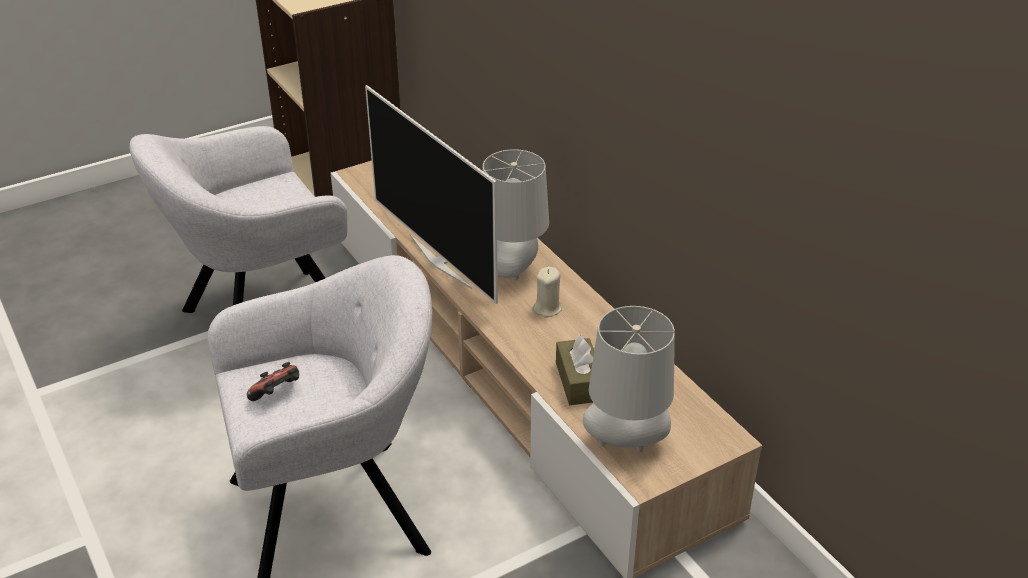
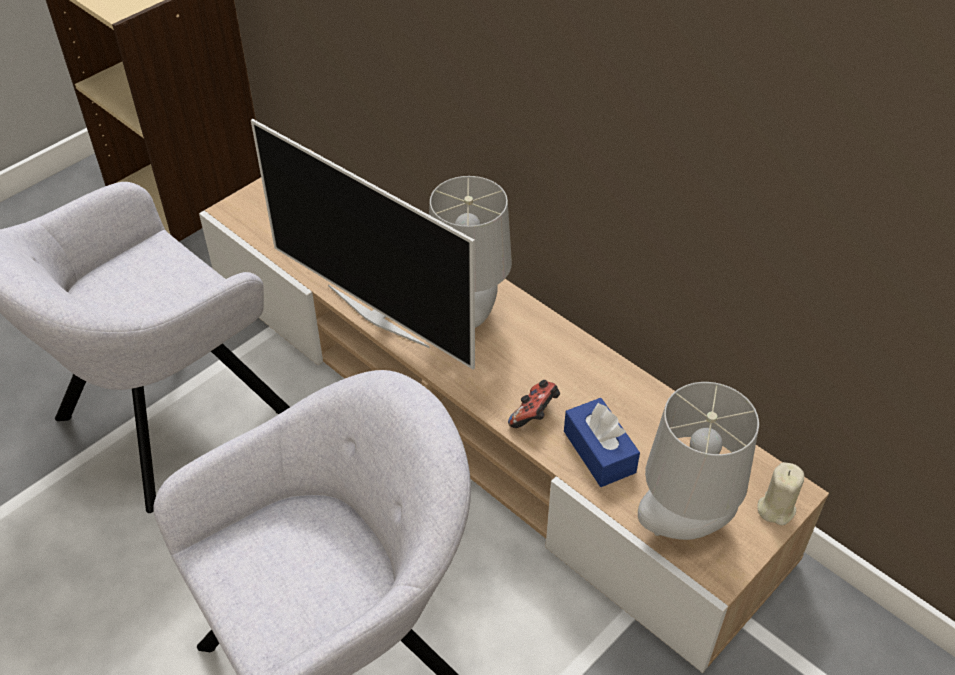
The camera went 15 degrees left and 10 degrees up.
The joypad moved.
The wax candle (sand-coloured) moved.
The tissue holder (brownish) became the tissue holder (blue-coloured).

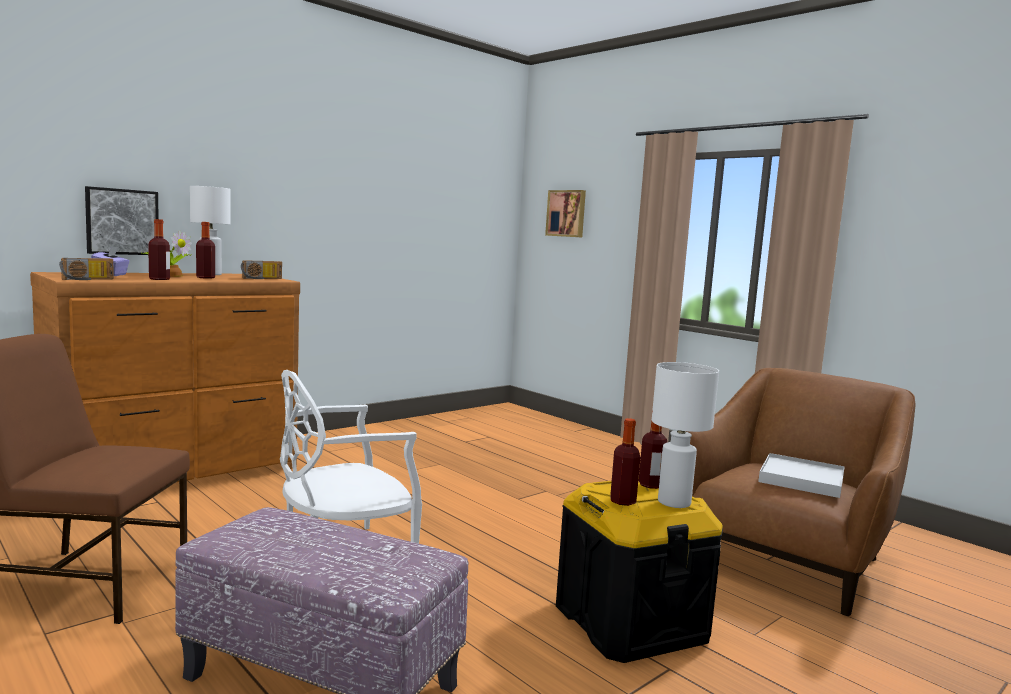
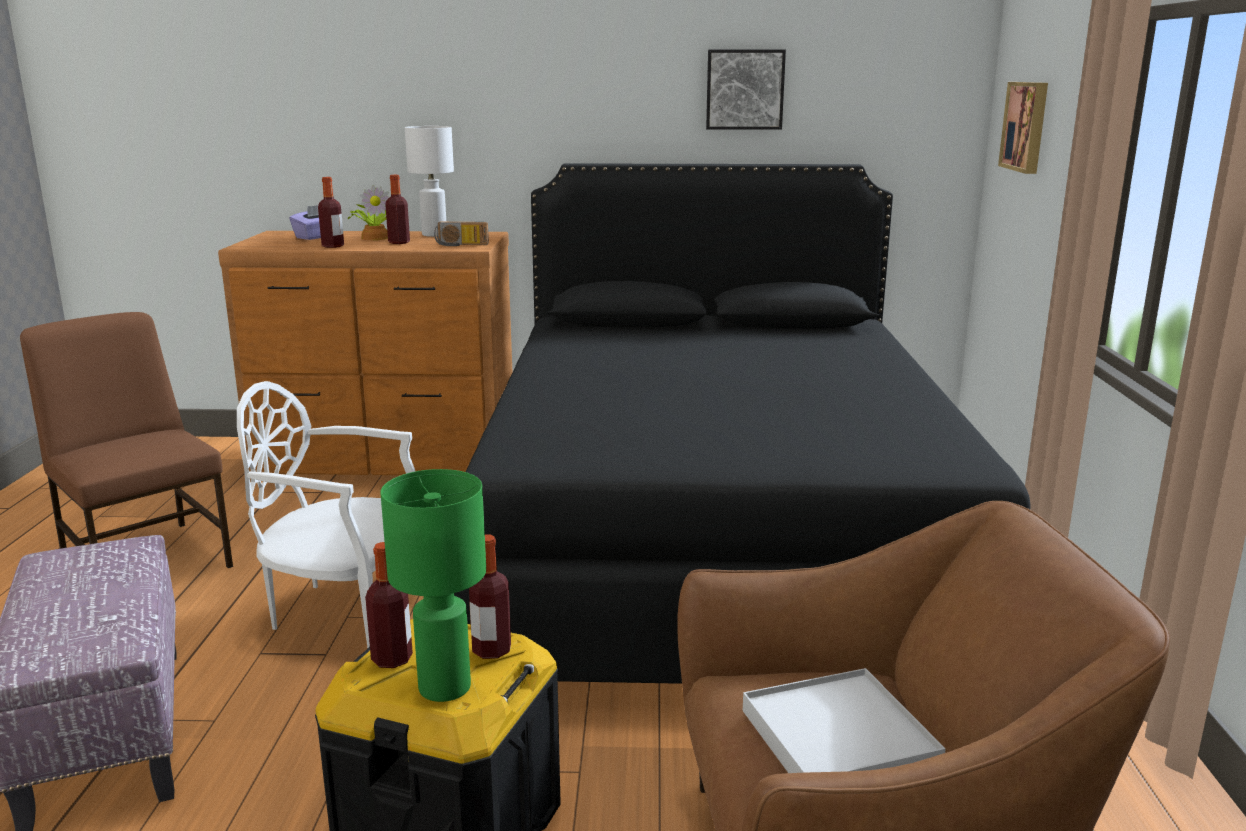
The camera went 45 degrees right and 10 degrees up.
The radio (1st from left) disappeared.
The sleeping bed (black-coloured) appeared.
The wall art (1st from left) moved.
The tabletop lamp (white-coloured) (2nd from left) became the tabletop lamp (green).

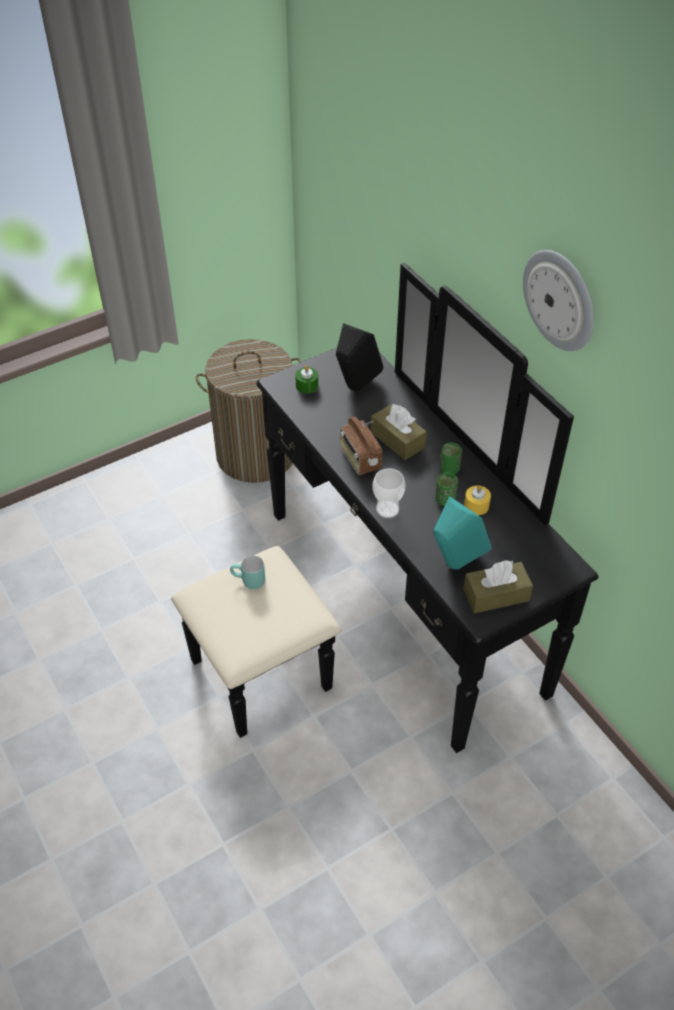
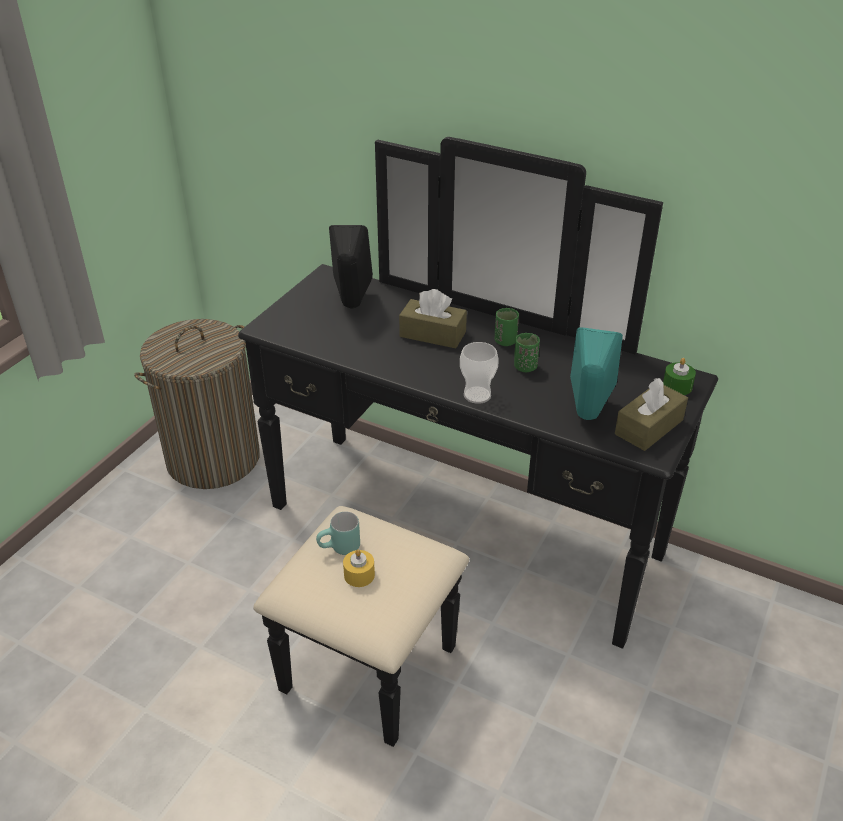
The camera went 30 degrees left and 10 degrees down.
The radio disappeared.
The wall clock disappeared.
The wax candle (green) moved.
The wax candle (yellowish) moved.

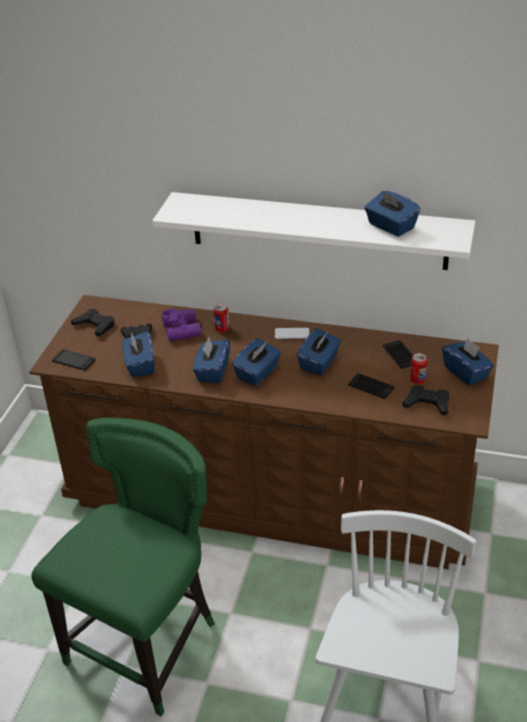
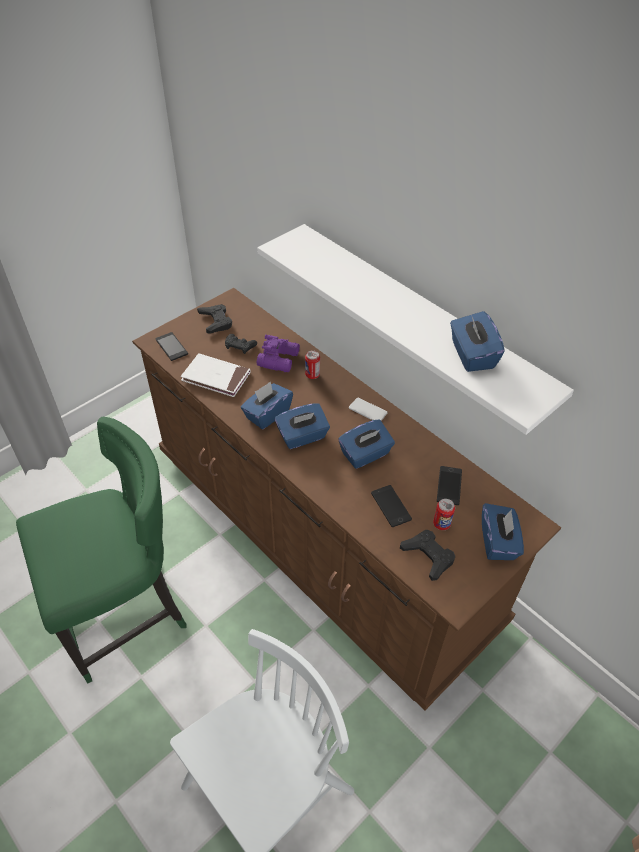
The camera went 30 degrees right and 10 degrees up.
The tissue holder (blue-coloured) (1st from left) was replaced by the volume (white-coloured).

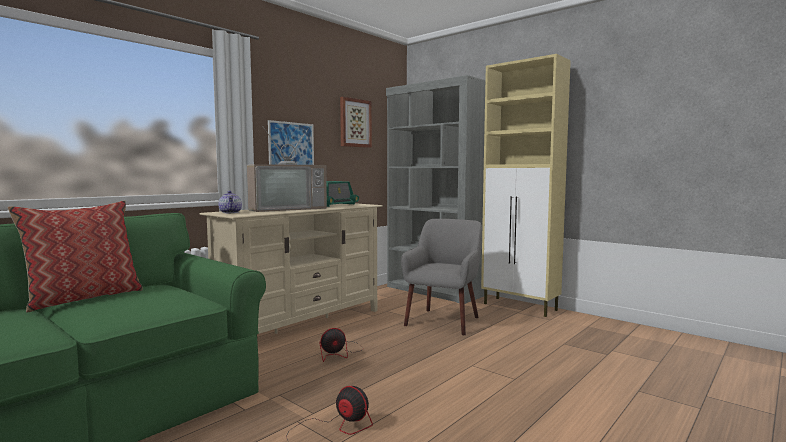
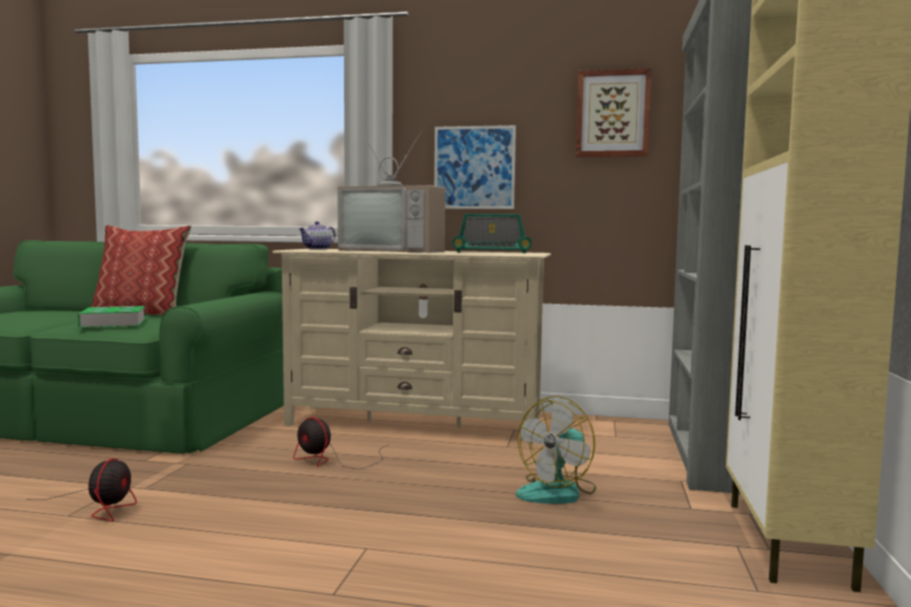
The camera went 60 degrees right and 0 degrees up.
The volume appeared.
The lounge chair (grey) was replaced by the electric fan (3rd from left).

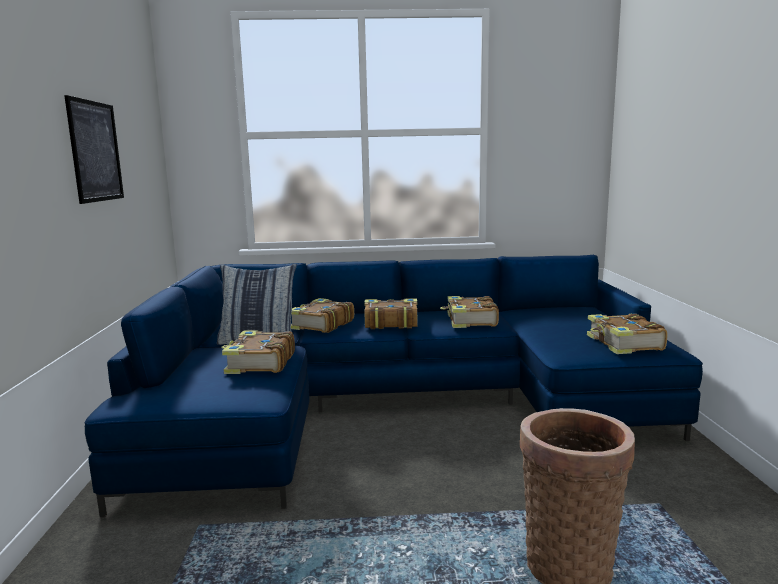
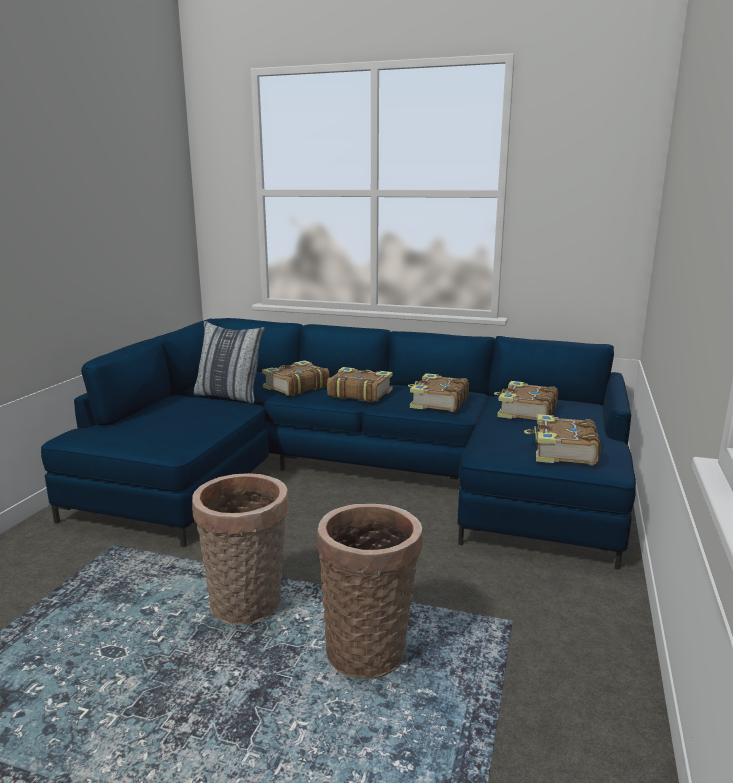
The camera went 20 degrees right and 5 degrees up.
The wall art disappeared.
The household basket (1st from left) appeared.
The volume (1st from left in the first image) moved.

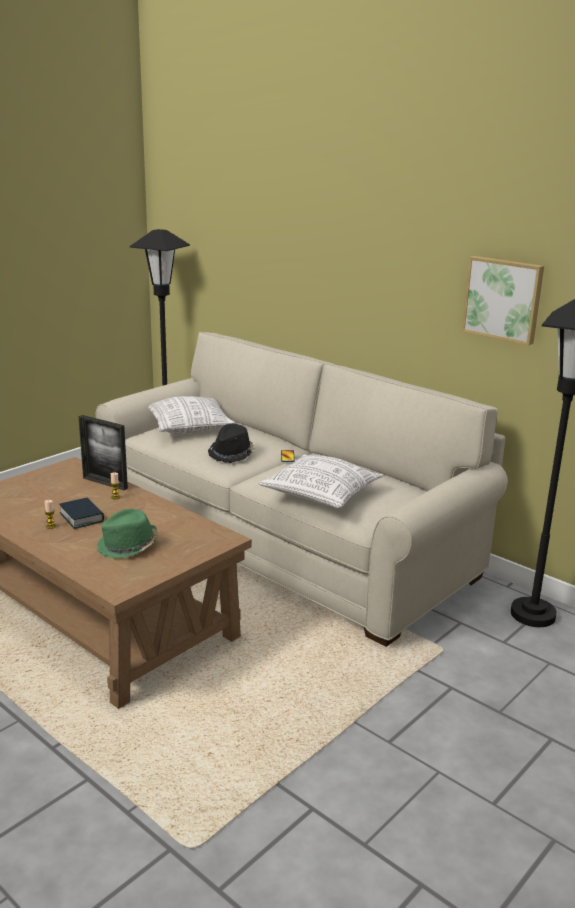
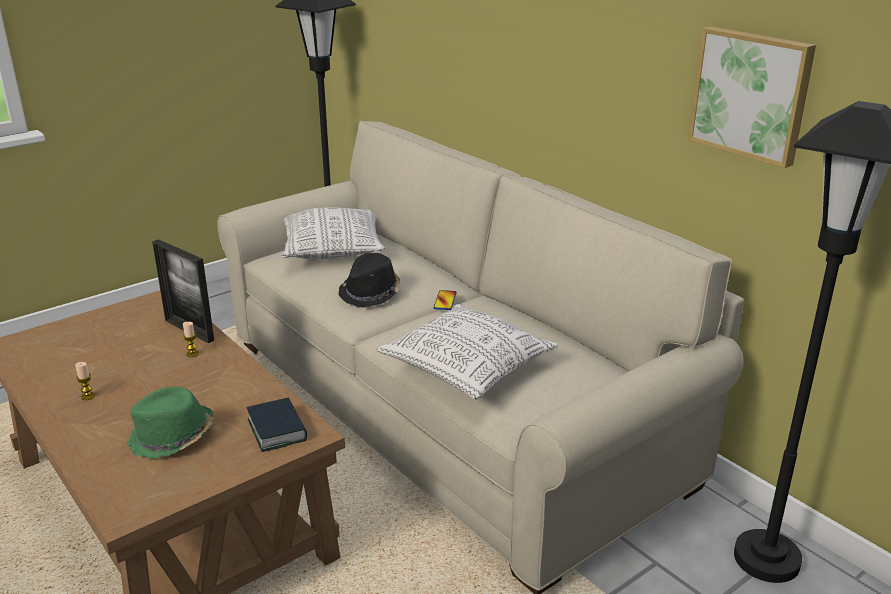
The camera went 10 degrees right and 5 degrees up.
The volume moved.

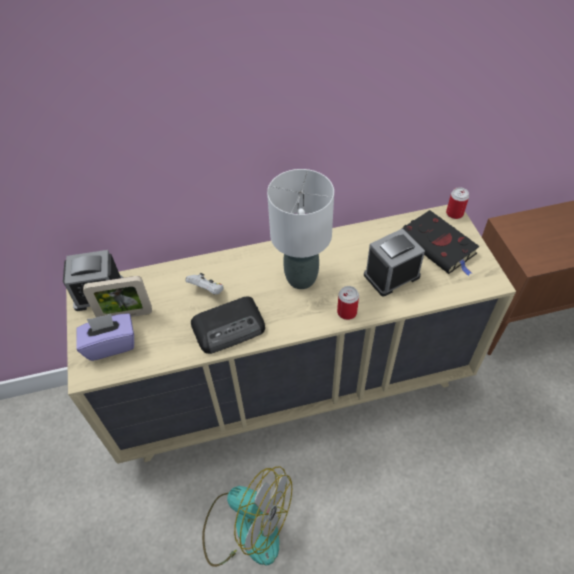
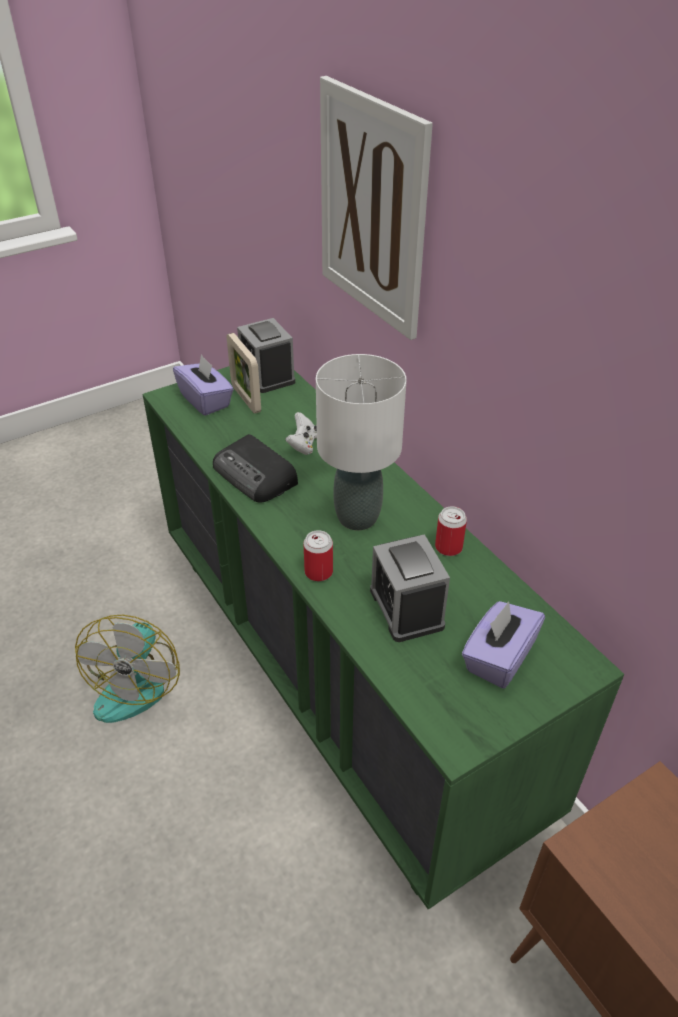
The camera went 70 degrees right and 10 degrees down.
The wall art appeared.
The sealed can (2nd from left) moved.
The volume (black-coloured) was replaced by the tissue holder (purple) (2nd from left).
The drawer chest (sand-coloured) became the drawer chest (green).
The bedside clock (2nd from left) turned 150 degrees counterclockwise.

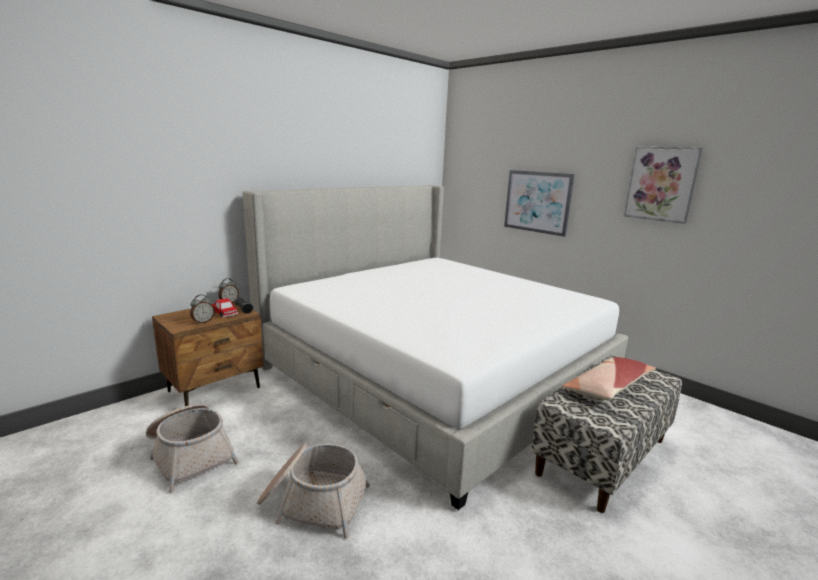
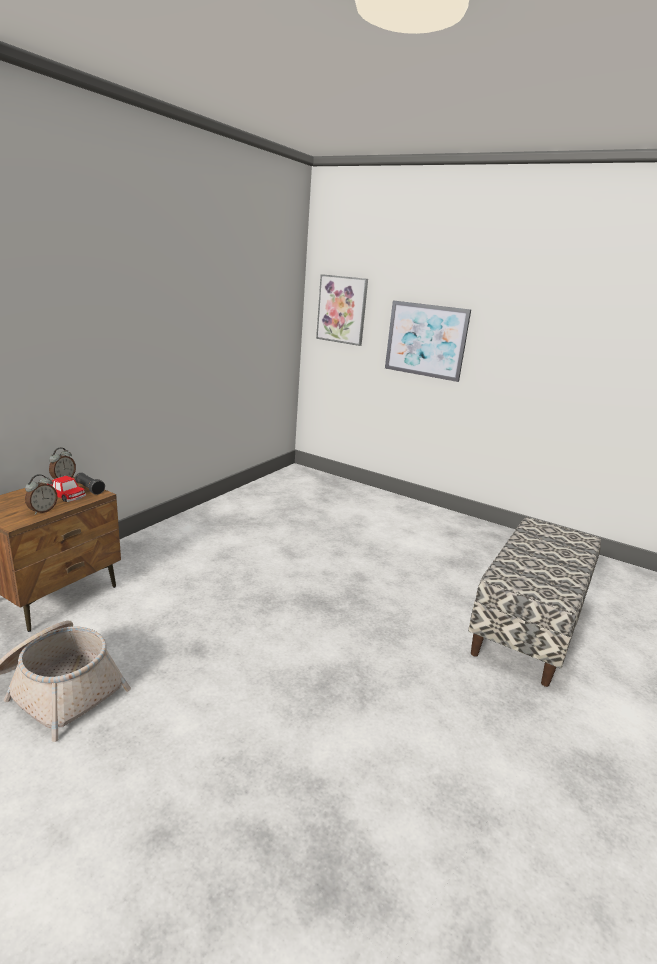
The camera went 15 degrees left and 5 degrees up.
The sleeping bed disappeared.
The household basket (2nd from left) disappeared.
The pillow disappeared.
The wall art (2nd from left in the first image) moved.

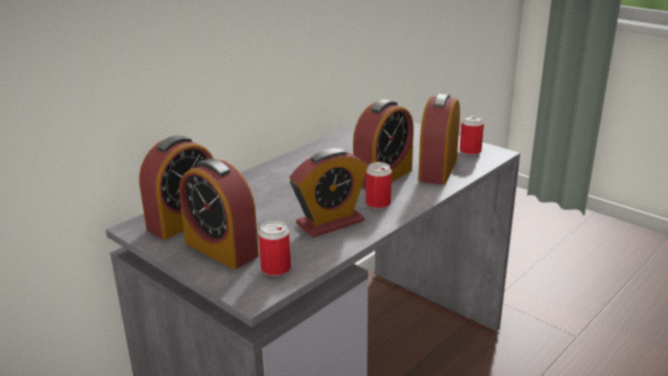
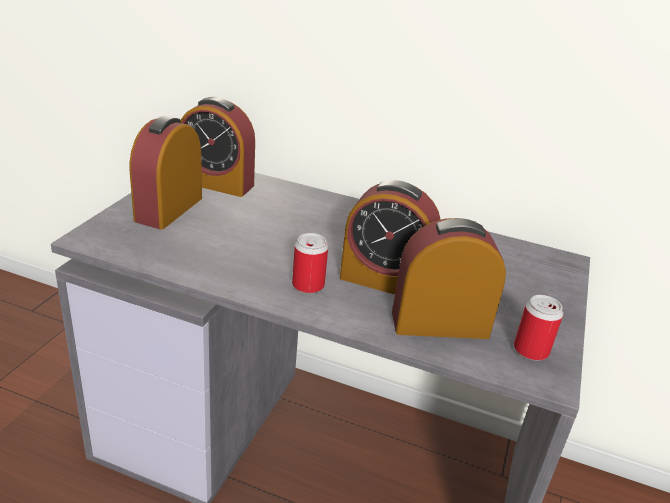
The camera went 65 degrees right and 5 degrees up.
The sealed can (1st from left) disappeared.
The bedside clock (3rd from left) disappeared.

